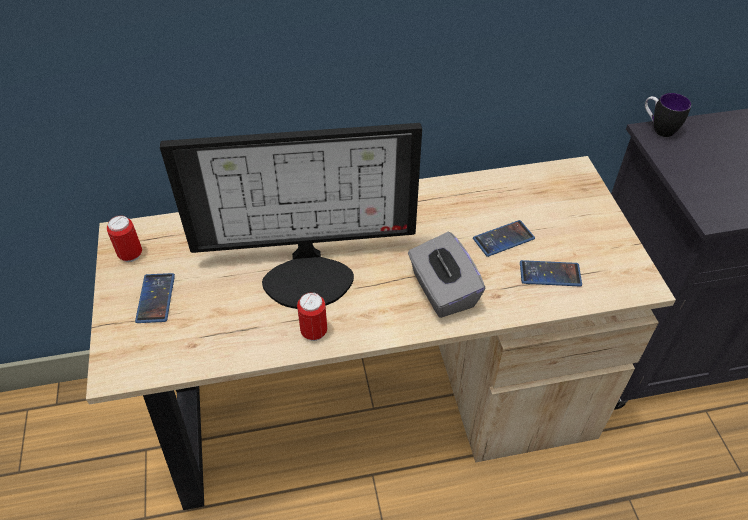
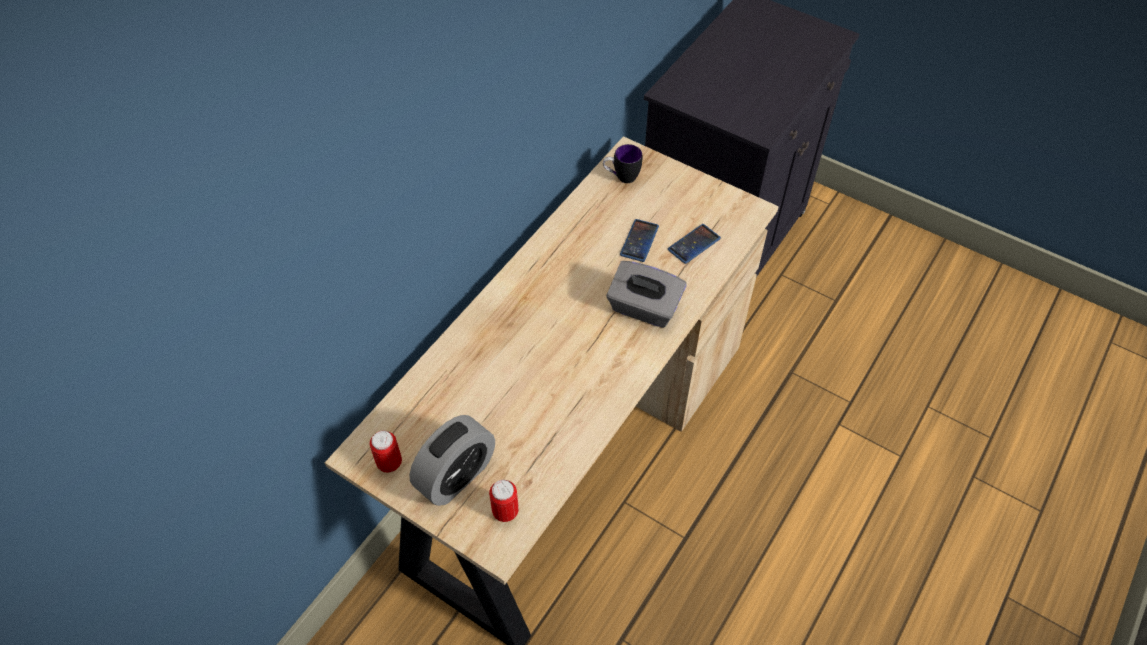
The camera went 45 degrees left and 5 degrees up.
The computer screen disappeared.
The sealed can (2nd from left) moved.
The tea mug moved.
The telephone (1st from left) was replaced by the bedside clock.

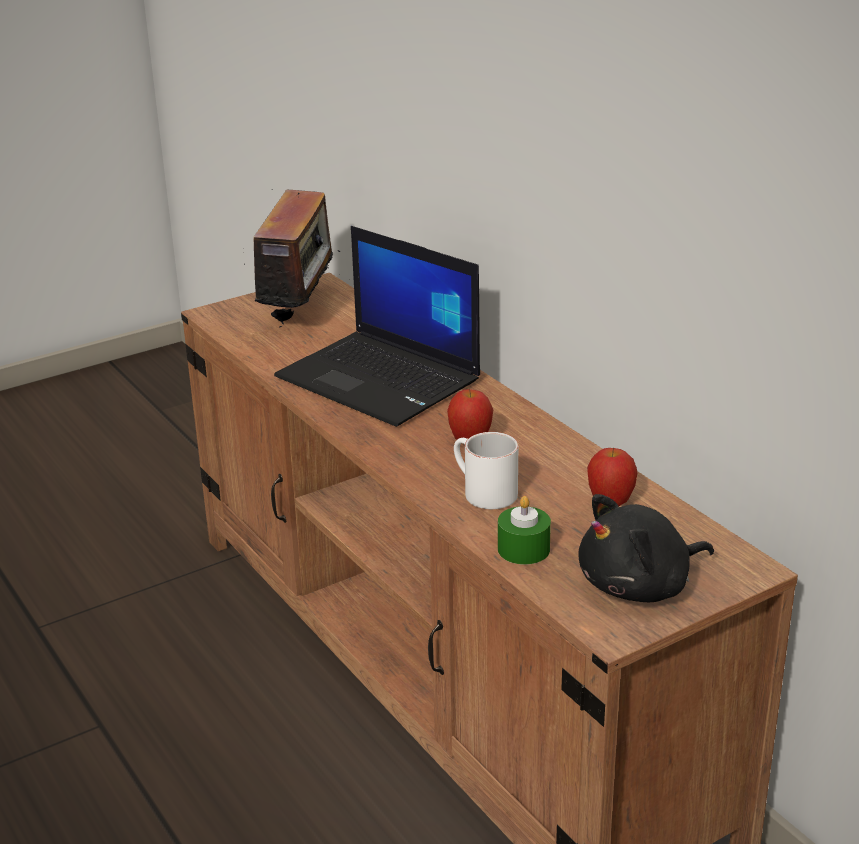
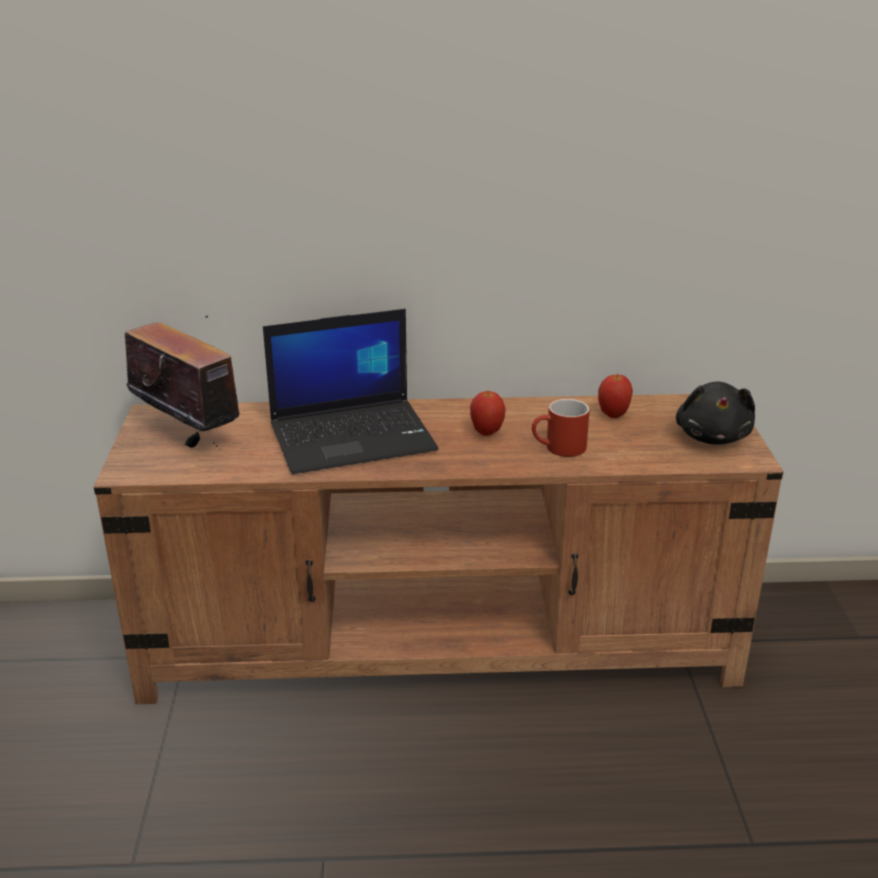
The camera went 60 degrees left and 0 degrees up.
The wax candle (green) disappeared.
The tea mug (white-coloured) became the tea mug (red-coloured).

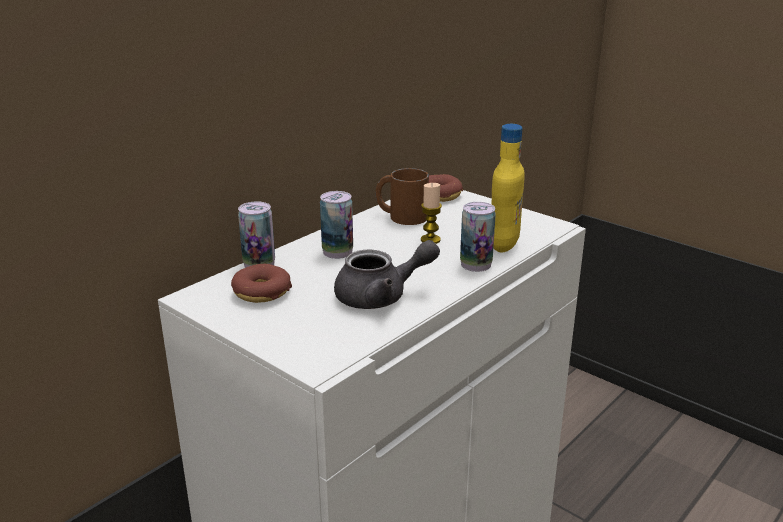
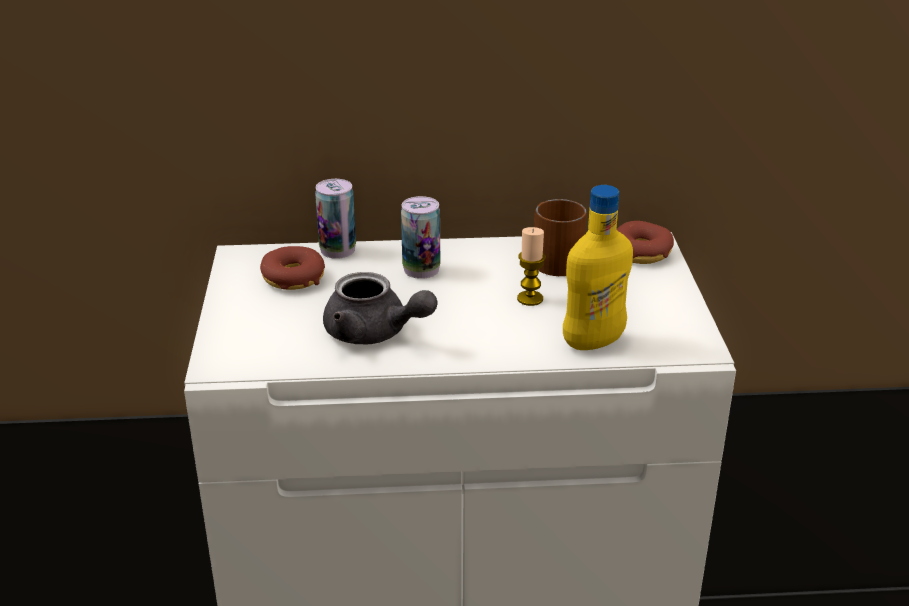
The camera went 45 degrees right and 5 degrees up.
The sealed can (3rd from left) disappeared.

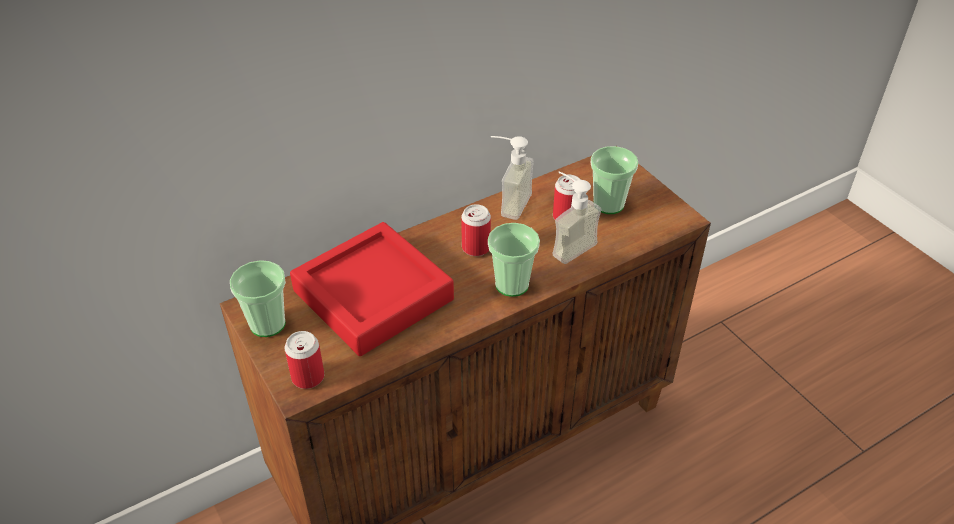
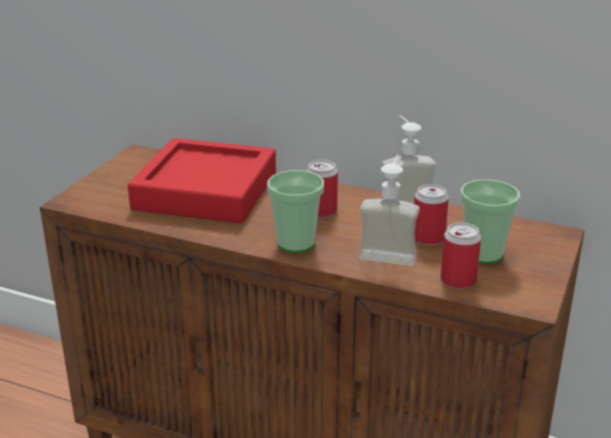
The camera went 55 degrees right and 15 degrees down.
The small cup (1st from left) disappeared.
The sealed can (1st from left in the first image) moved.

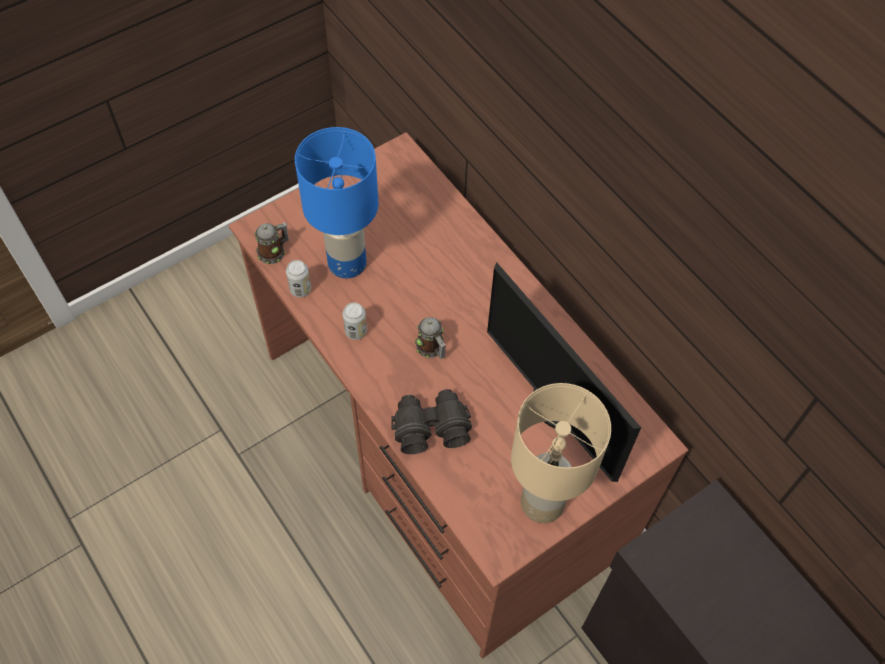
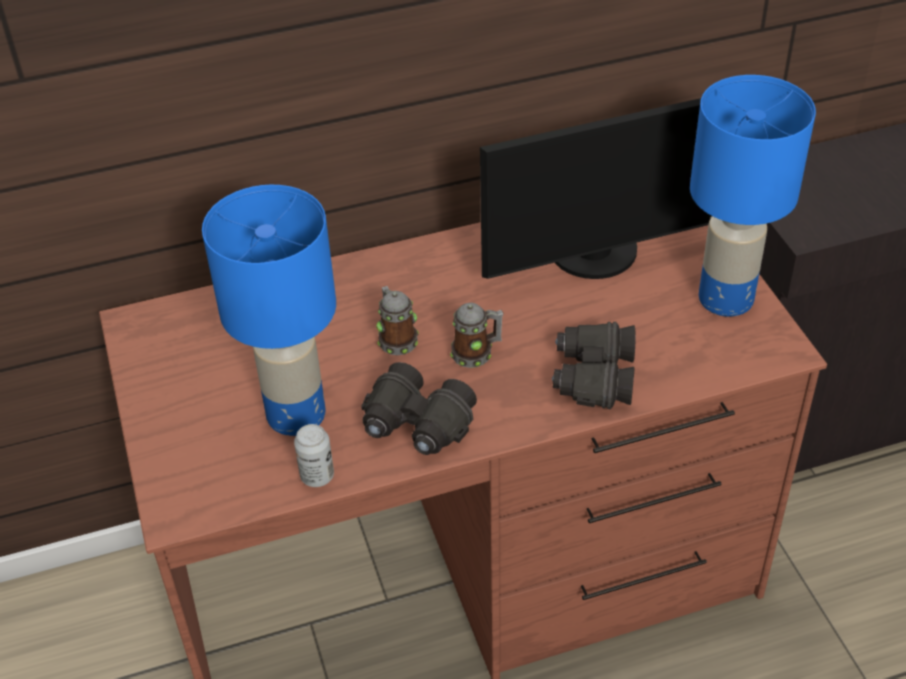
The camera went 70 degrees left and 15 degrees down.
The tea mug (1st from left) moved.
The sealed can (2nd from left) was replaced by the pair of binoculars (black-coloured) (1st from left).
The tabletop lamp (sand-coloured) became the tabletop lamp (blue-coloured) (2nd from left).

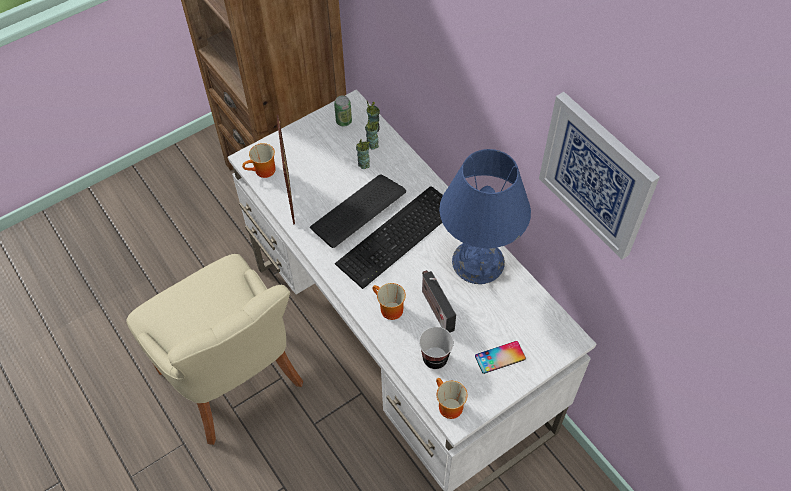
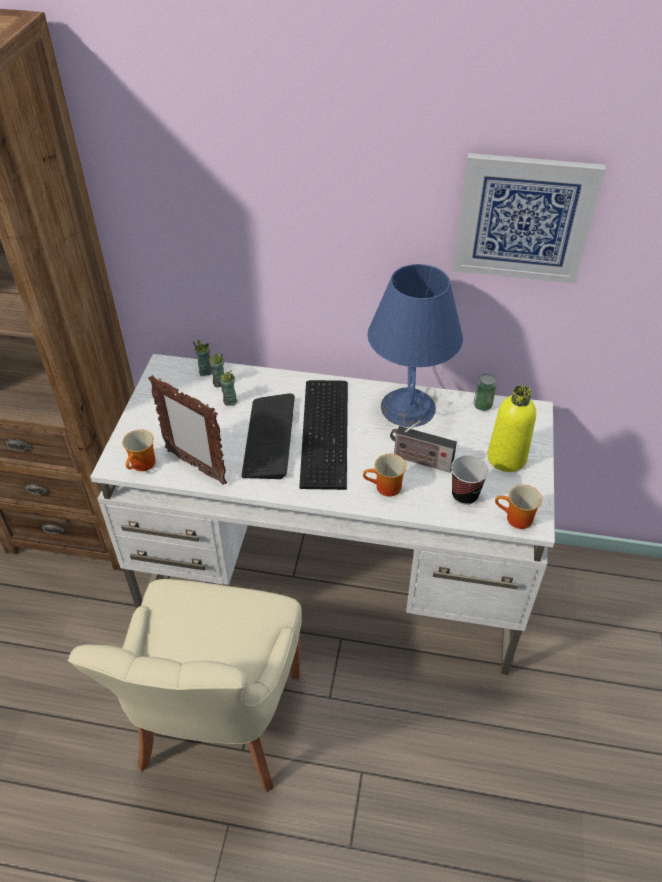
The camera went 45 degrees left and 10 degrees down.
The sealed can moved.
The telephone was replaced by the bottle (yellowish).
The chair (sand-coloured) turned 90 degrees clockwise.

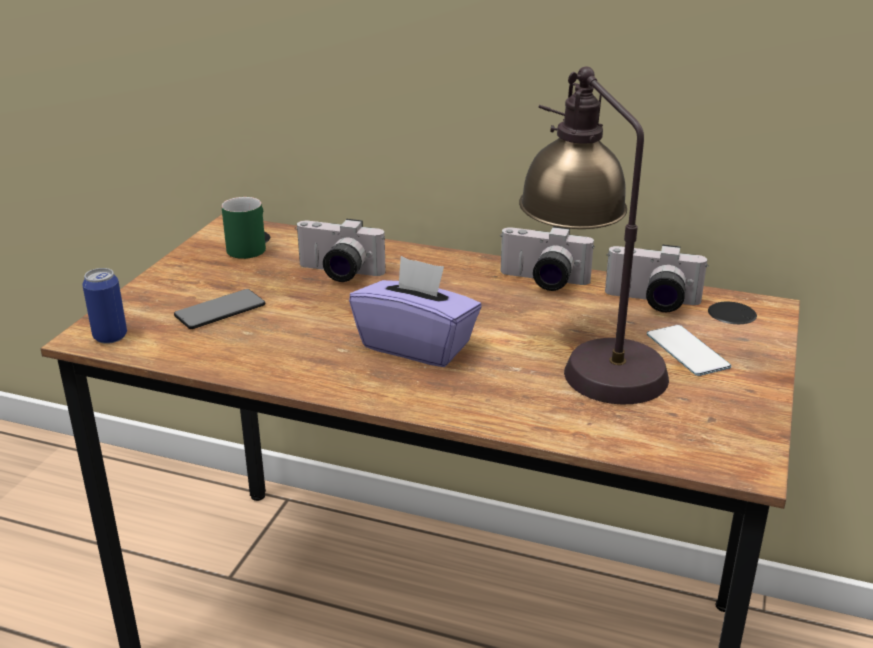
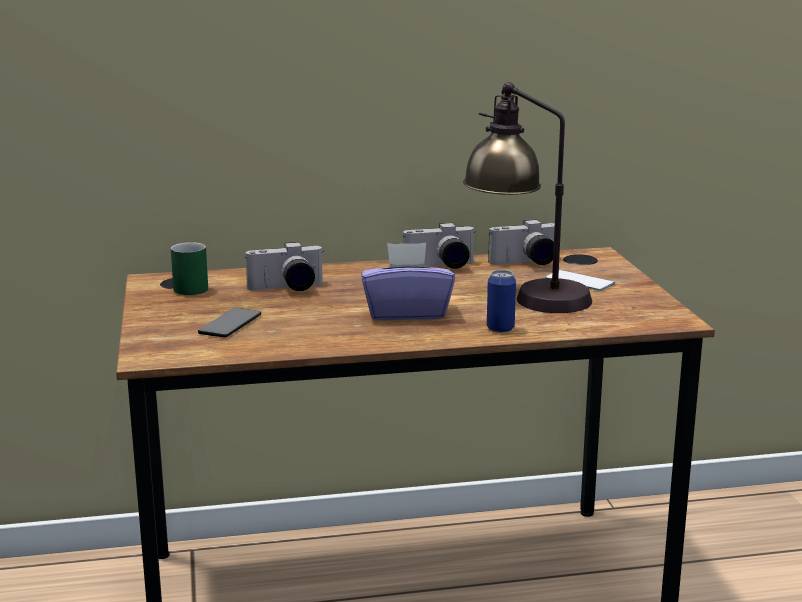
The camera went 30 degrees left and 10 degrees down.
The sealed can moved.

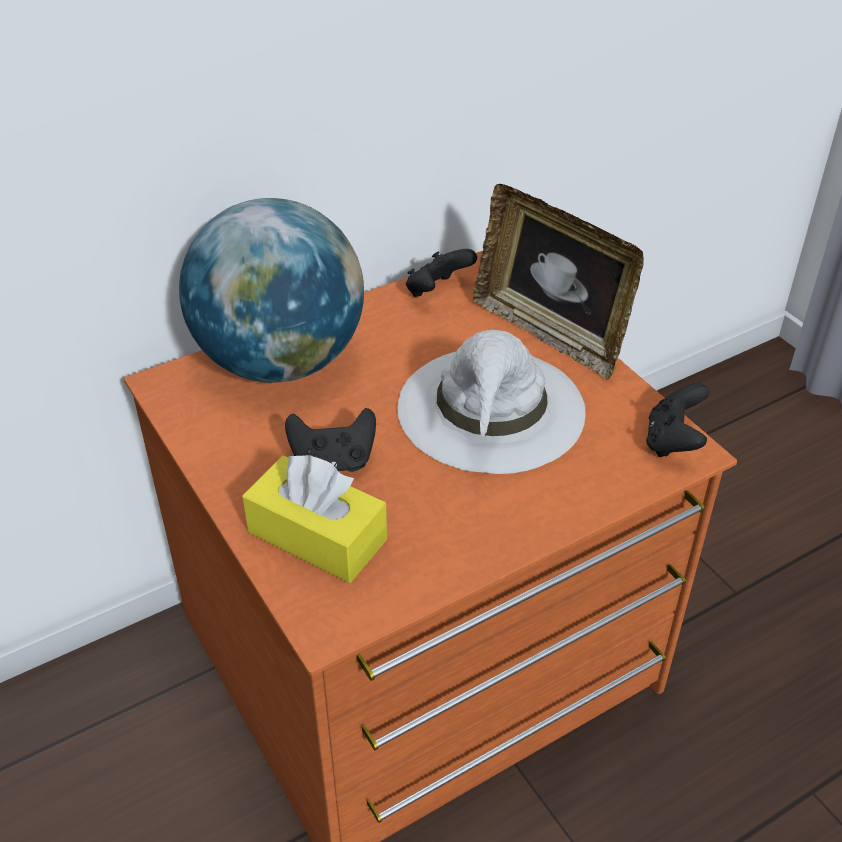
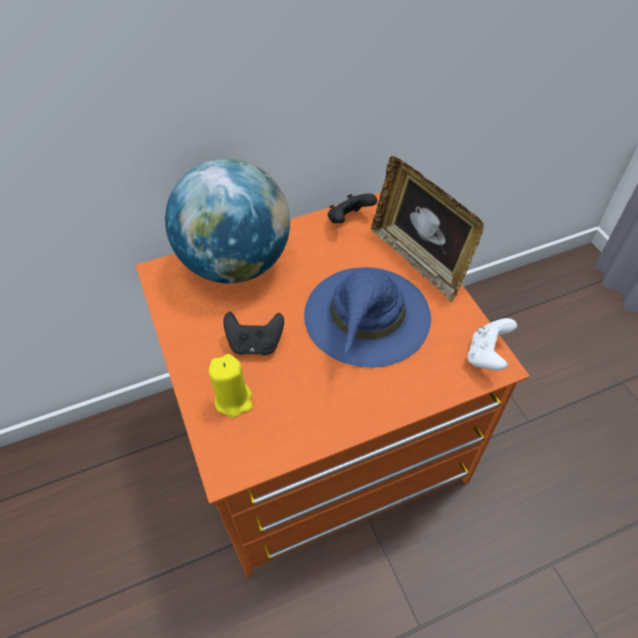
The camera went 10 degrees right and 10 degrees up.
The tissue holder (yellowish) was replaced by the wax candle (yellowish).
The clothing hat (white-coloured) became the clothing hat (blue-coloured).
The joypad (black-coloured) (3rd from left) became the joypad (white-coloured).

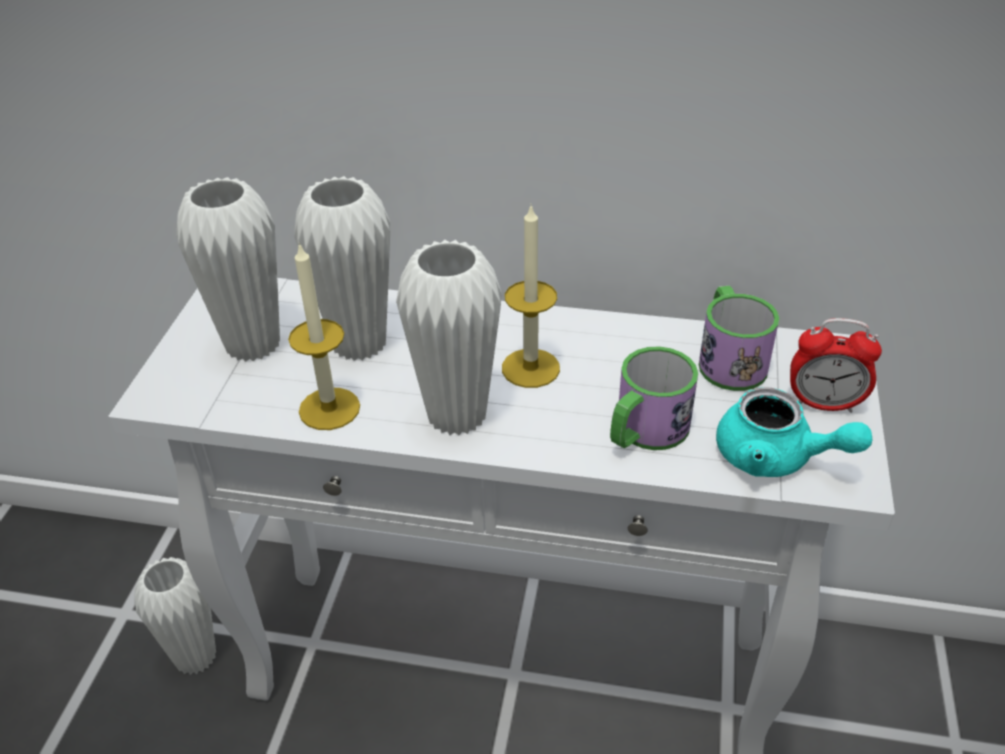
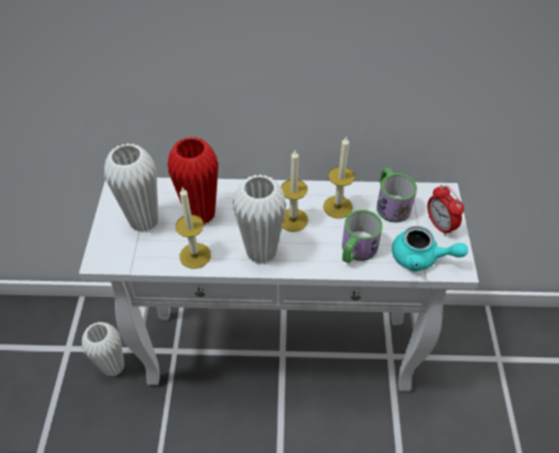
The camera went 10 degrees left and 10 degrees up.
The wax candle (3rd from left) appeared.
The decorative vase (white-coloured) (3rd from left) became the decorative vase (red-coloured).
The bedside clock turned 60 degrees clockwise.

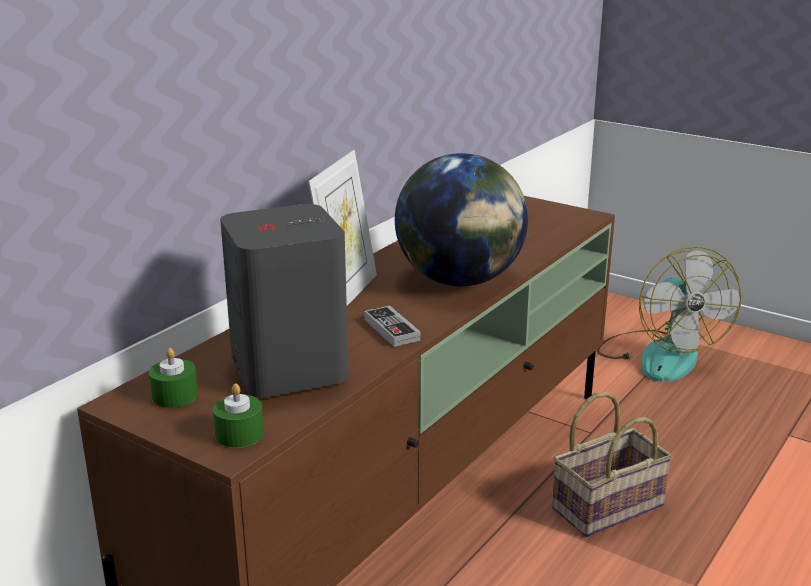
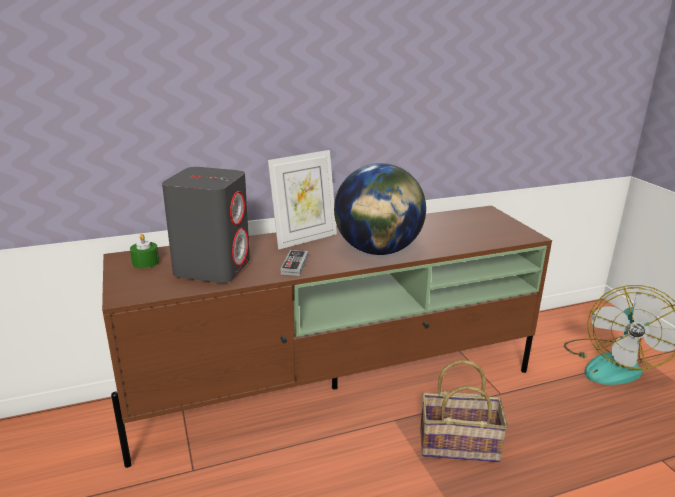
The camera went 35 degrees right and 0 degrees up.
The wax candle (green) (2nd from left) disappeared.

